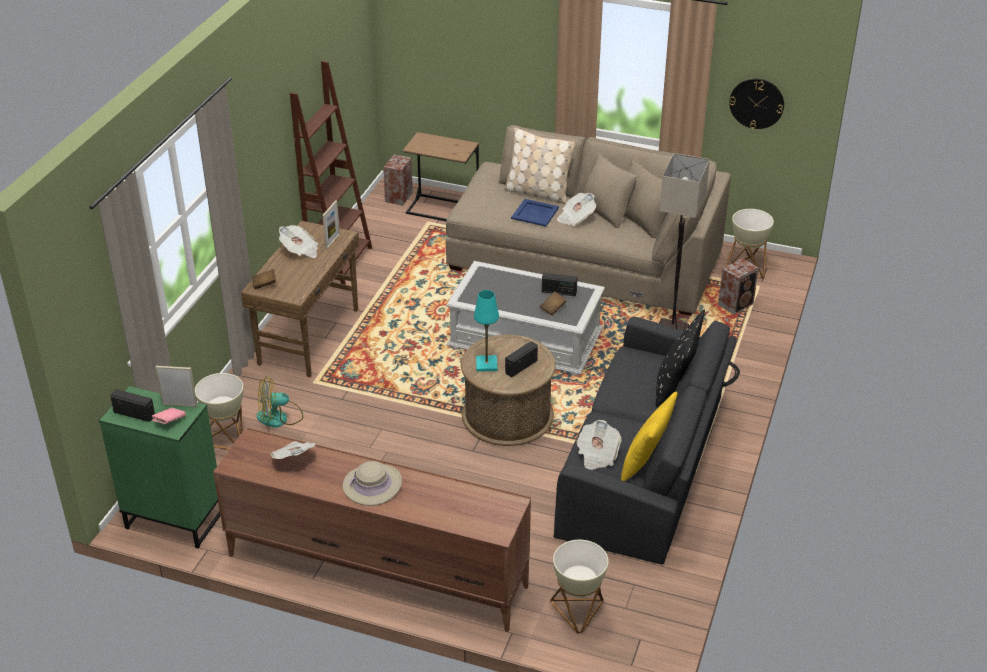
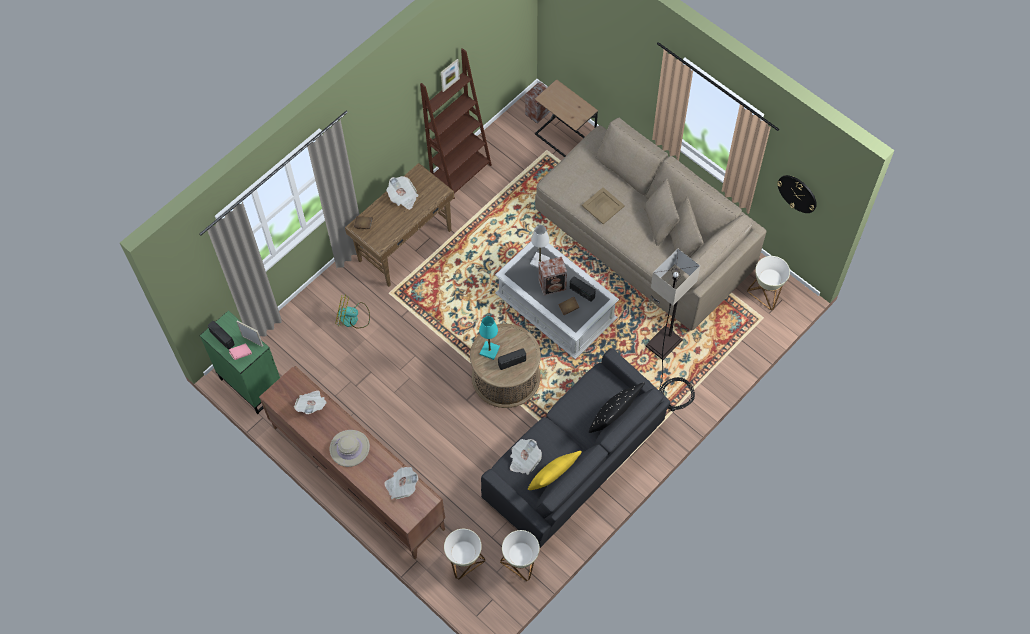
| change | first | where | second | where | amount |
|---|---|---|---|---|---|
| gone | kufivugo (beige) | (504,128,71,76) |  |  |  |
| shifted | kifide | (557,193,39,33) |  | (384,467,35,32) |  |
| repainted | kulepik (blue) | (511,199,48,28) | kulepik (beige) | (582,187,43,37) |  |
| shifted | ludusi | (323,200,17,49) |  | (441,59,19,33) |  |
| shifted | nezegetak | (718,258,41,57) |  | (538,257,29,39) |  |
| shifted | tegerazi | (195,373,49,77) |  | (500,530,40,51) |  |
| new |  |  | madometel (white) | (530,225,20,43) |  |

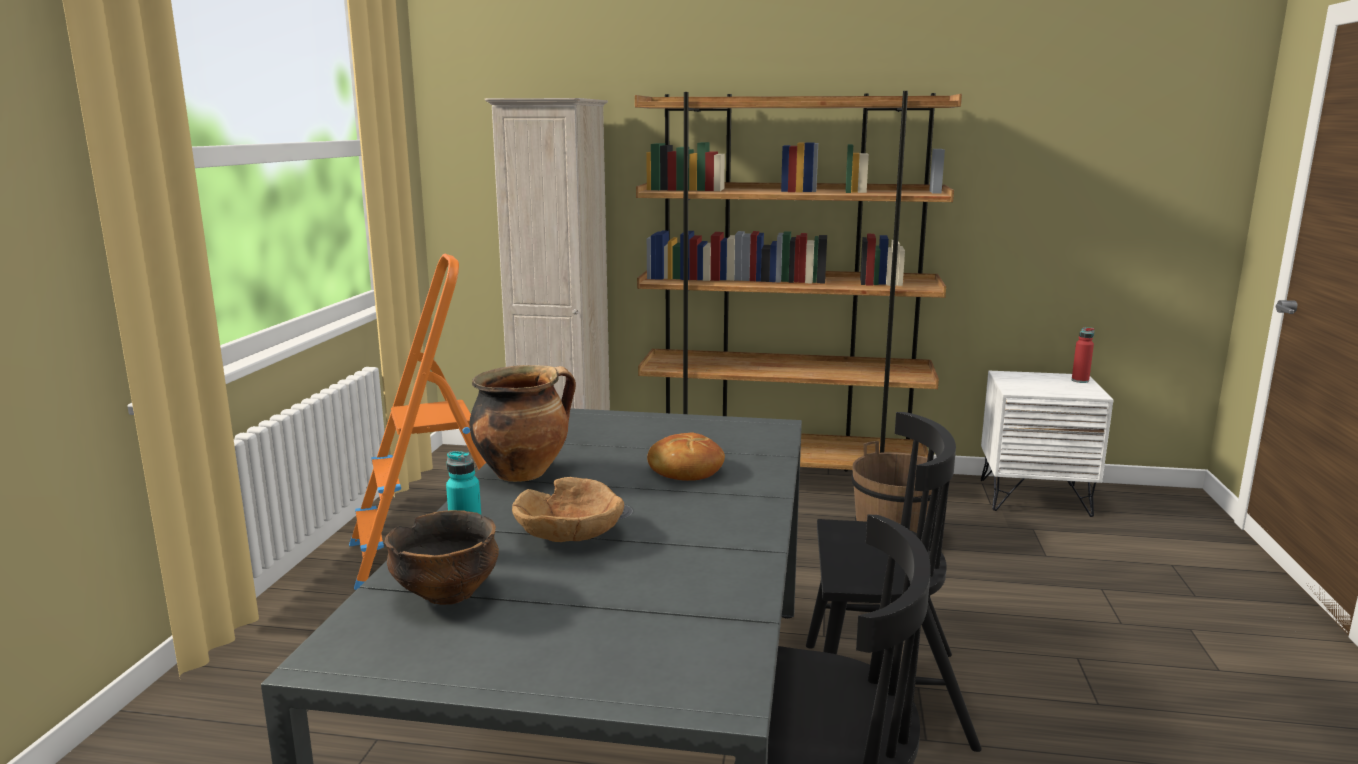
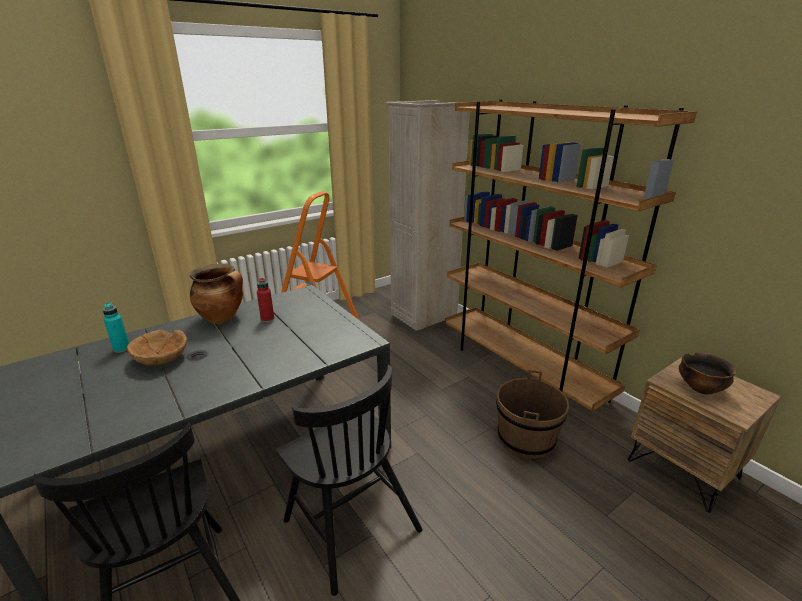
| change | first | where | second | where | amount |
|---|---|---|---|---|---|
| shifted | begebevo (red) | (1072,327,22,56) |  | (257,278,17,44) |  |
| repainted | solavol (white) | (981,371,133,146) | solavol (brown) | (627,357,154,156) |  |
| gone | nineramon | (647,433,78,48) |  |  |  |
| shifted | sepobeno | (385,510,114,95) |  | (679,352,57,43) |  |

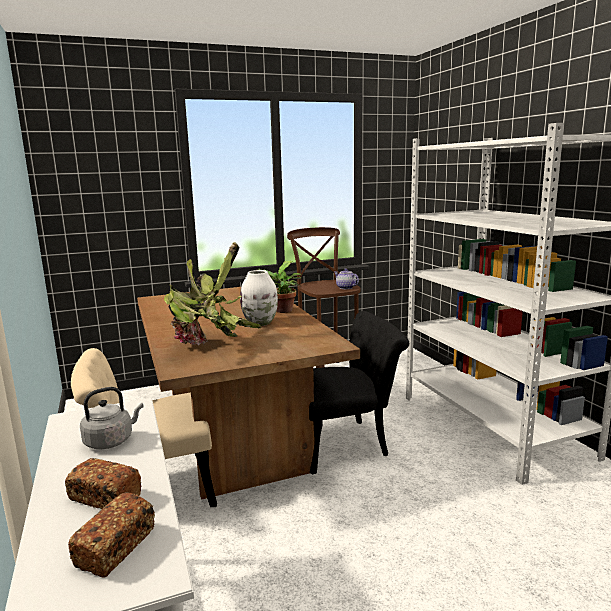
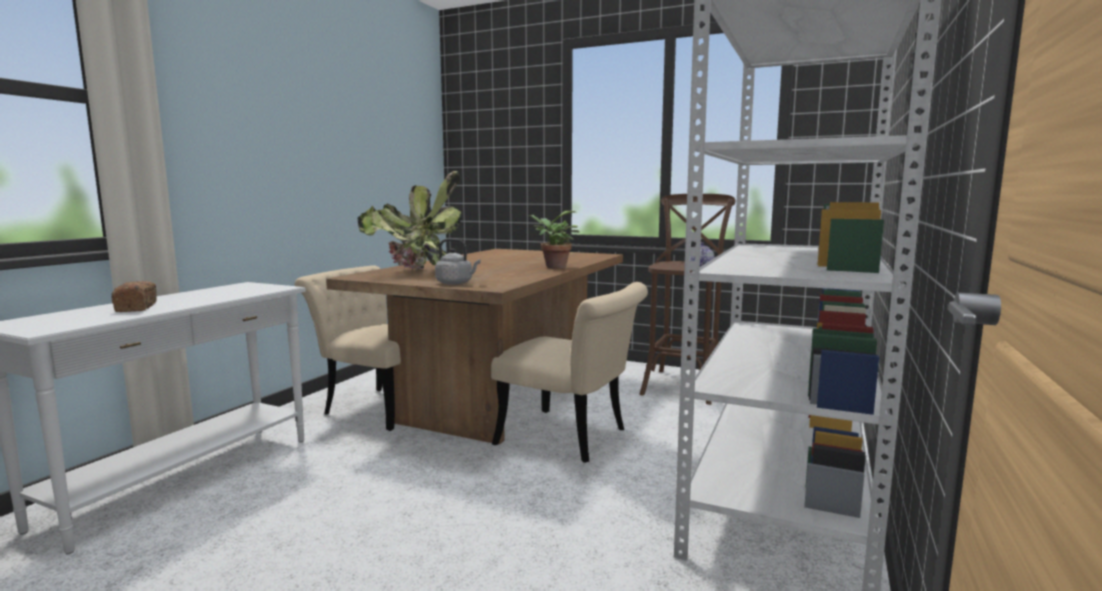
| change | first | where | second | where | amount |
|---|---|---|---|---|---|
| gone | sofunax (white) | (240,270,38,56) |  |  |  |
| repainted | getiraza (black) | (309,311,100,164) | getiraza (beige) | (491,282,157,181) |  |
| shifted | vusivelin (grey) | (80,387,64,62) |  | (435,238,45,47) |  |
| gone | nineramon | (68,492,87,86) |  |  |  |

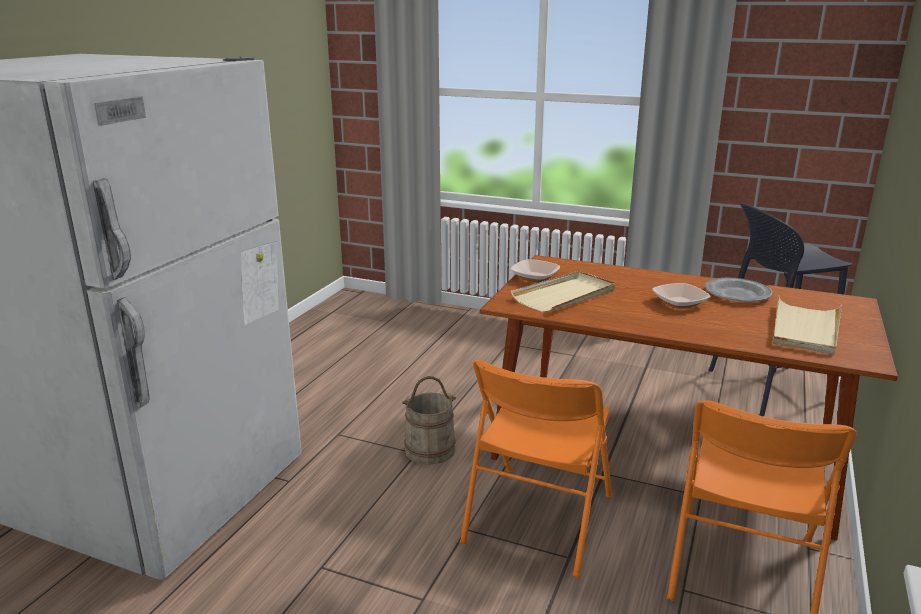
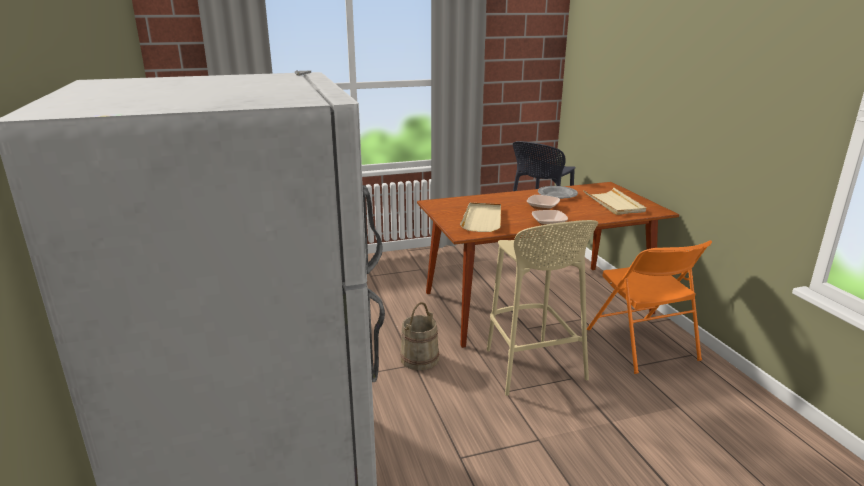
| change | first | where | second | where | amount |
|---|---|---|---|---|---|
| shifted | sepobeno | (510,259,50,23) |  | (532,210,36,15) |  |
| swapped | getiraza (orange) | (460,360,153,219) | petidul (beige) | (487,220,111,176) |  |

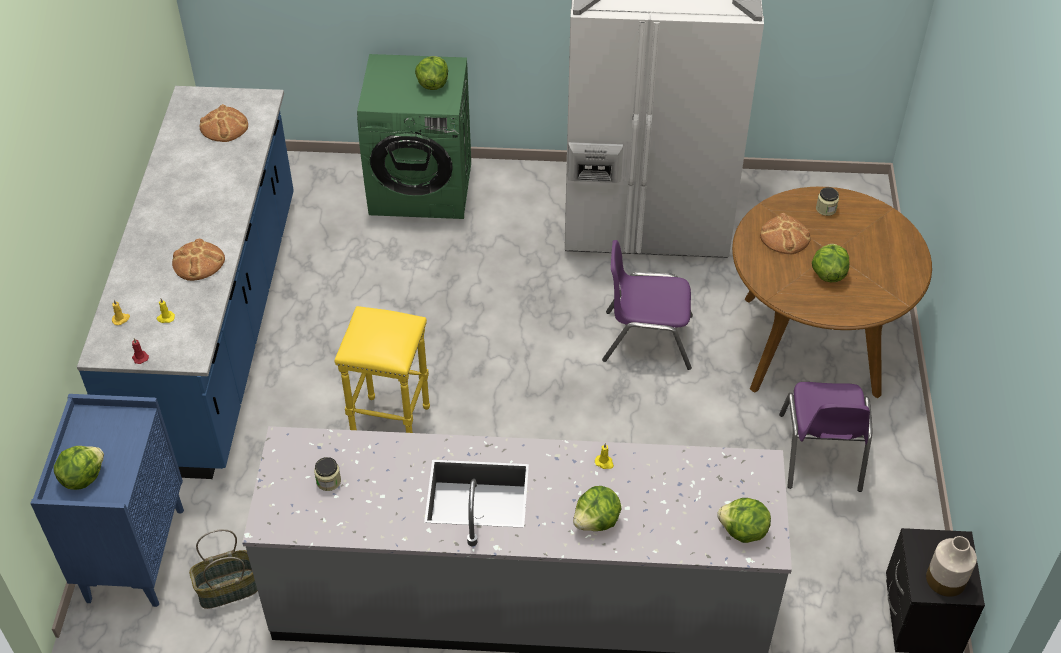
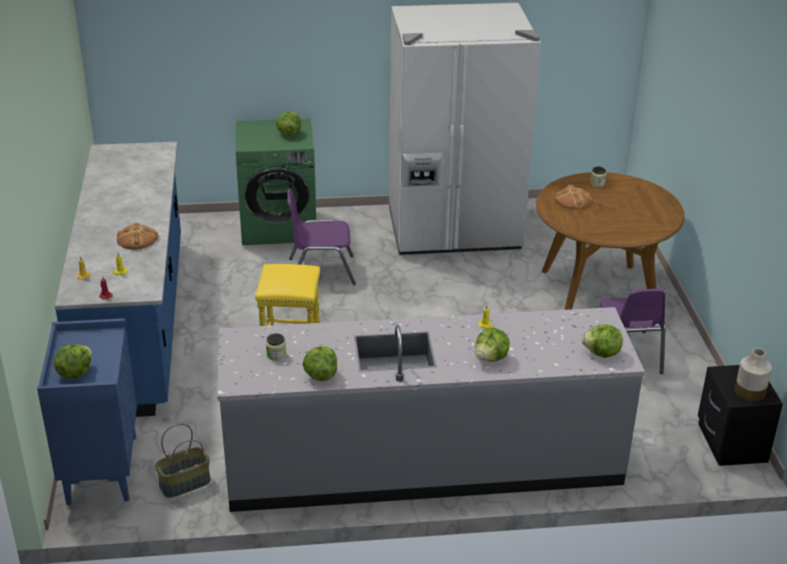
| change | first | where | second | where | amount |
|---|---|---|---|---|---|
| gone | nineramon | (200,104,48,38) |  |  |  |
| shifted | getiraza (purple) | (602,240,91,130) |  | (287,188,69,97) |  |
| shifted | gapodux | (812,244,37,38) |  | (302,346,35,35) |  |

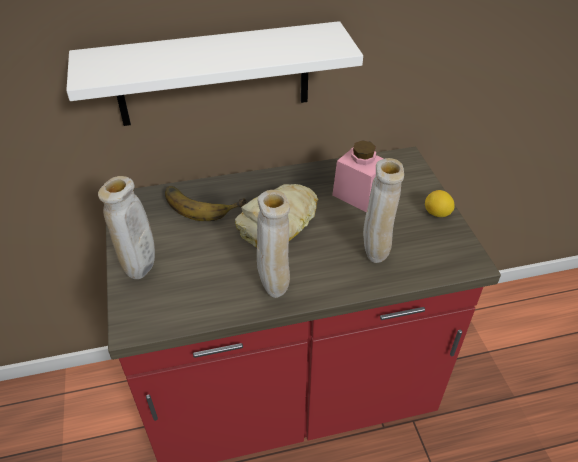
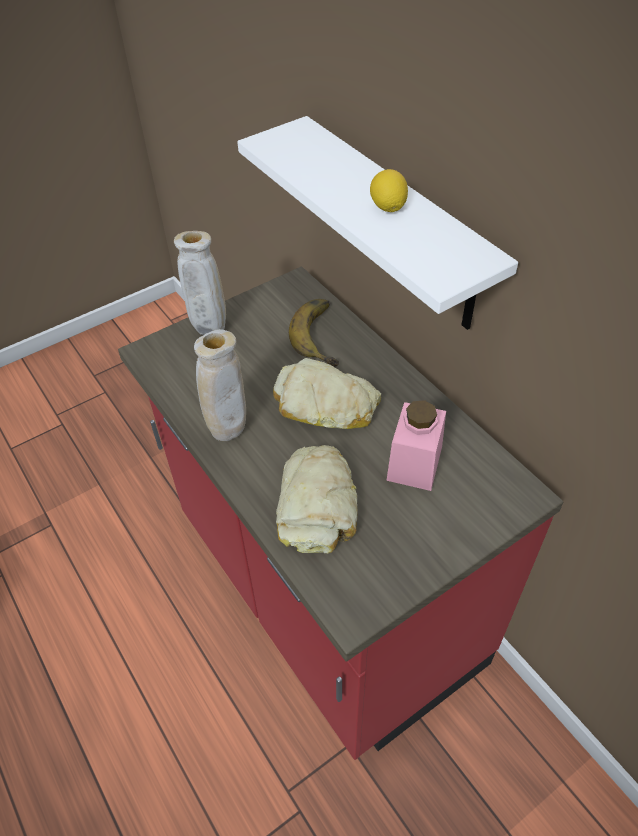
| change | first | where | second | where | amount |
|---|---|---|---|---|---|
| swapped | sofunax (beige) | (363,158,41,105) | nineramon | (276,445,81,108) |  |
| shifted | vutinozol | (425,190,30,27) |  | (370,169,38,43) |  |

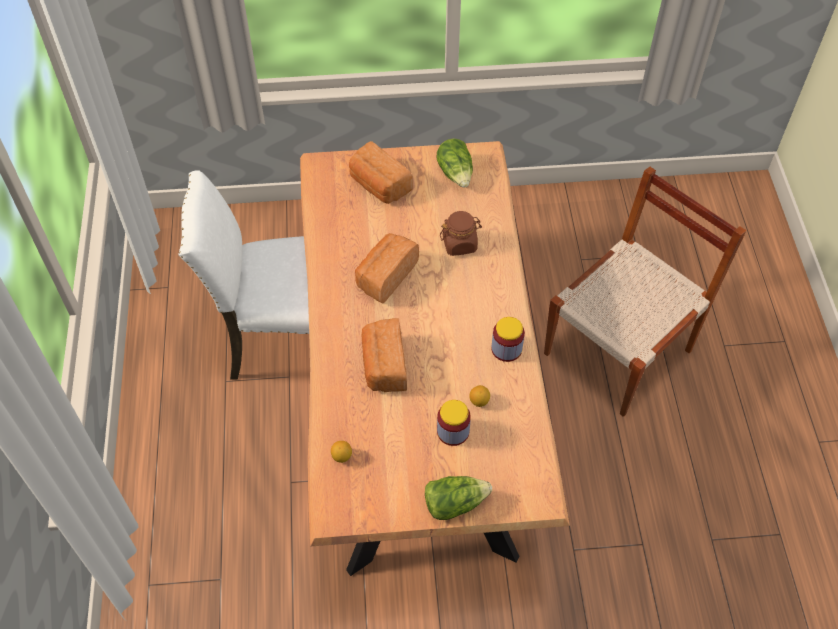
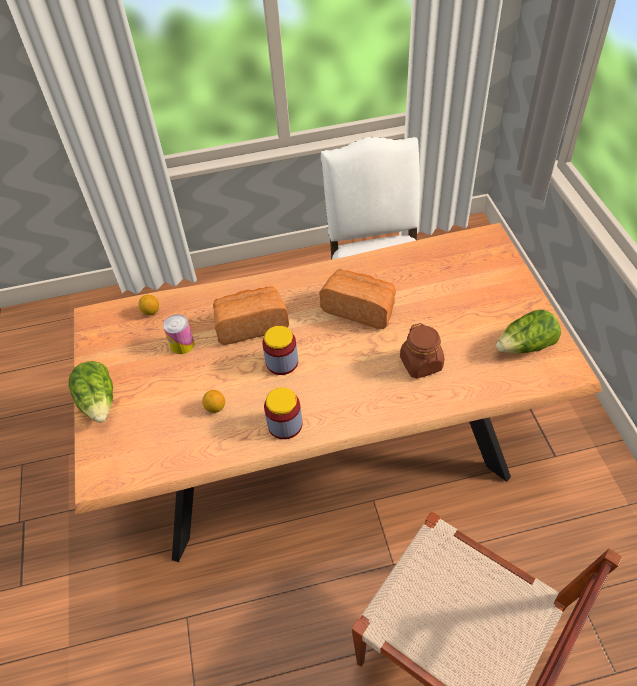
| change | first | where | second | where | amount |
|---|---|---|---|---|---|
| gone | nineramon | (349,141,64,63) |  |  |  |
| shifted | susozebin | (437,400,34,46) |  | (262,326,36,49) |  |
| new |  |  | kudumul | (163,314,32,40) |  |

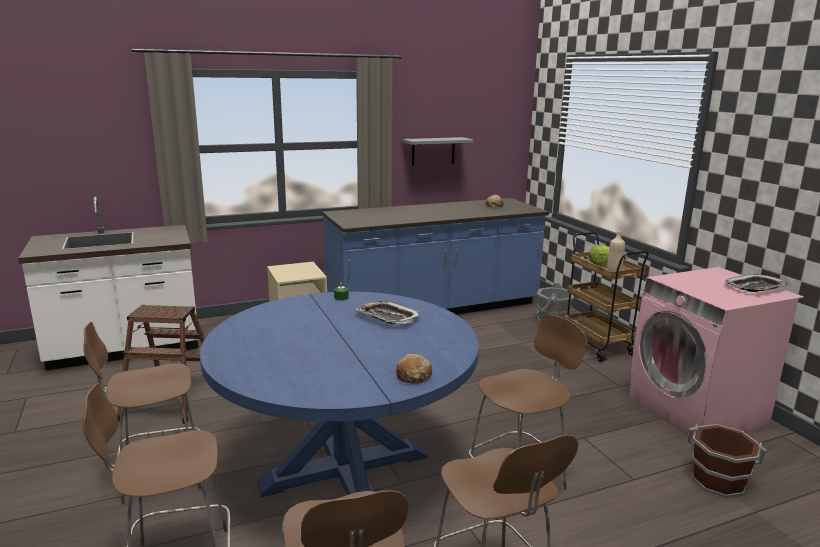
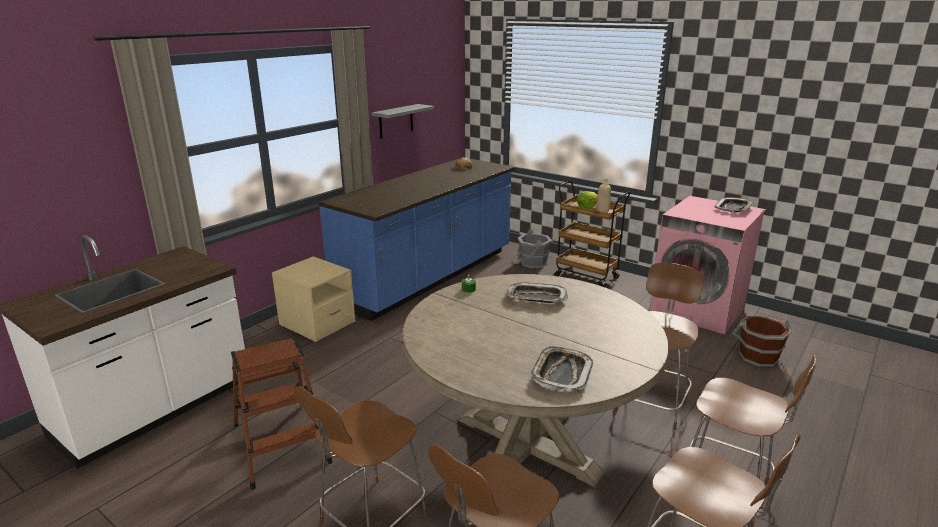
| change | first | where | second | where | amount |
|---|---|---|---|---|---|
| repainted | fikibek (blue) | (200,291,279,206) | fikibek (beige) | (402,274,266,214) |  |
| gone | nineramon | (396,354,36,30) |  |  |  |
| new |  |  | kulepik | (531,346,62,45) |  |

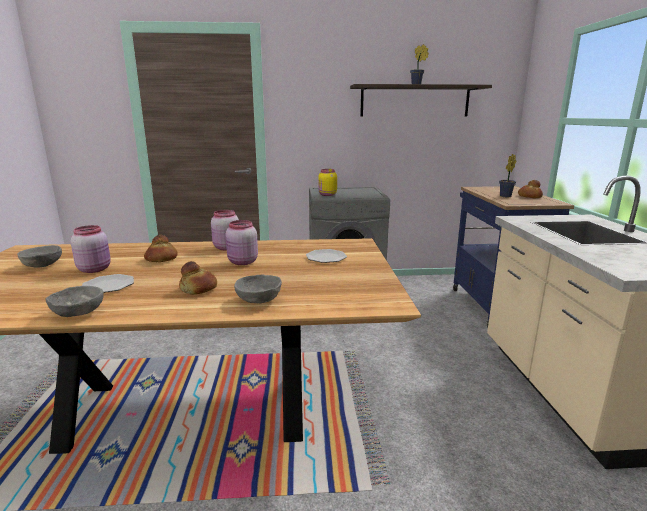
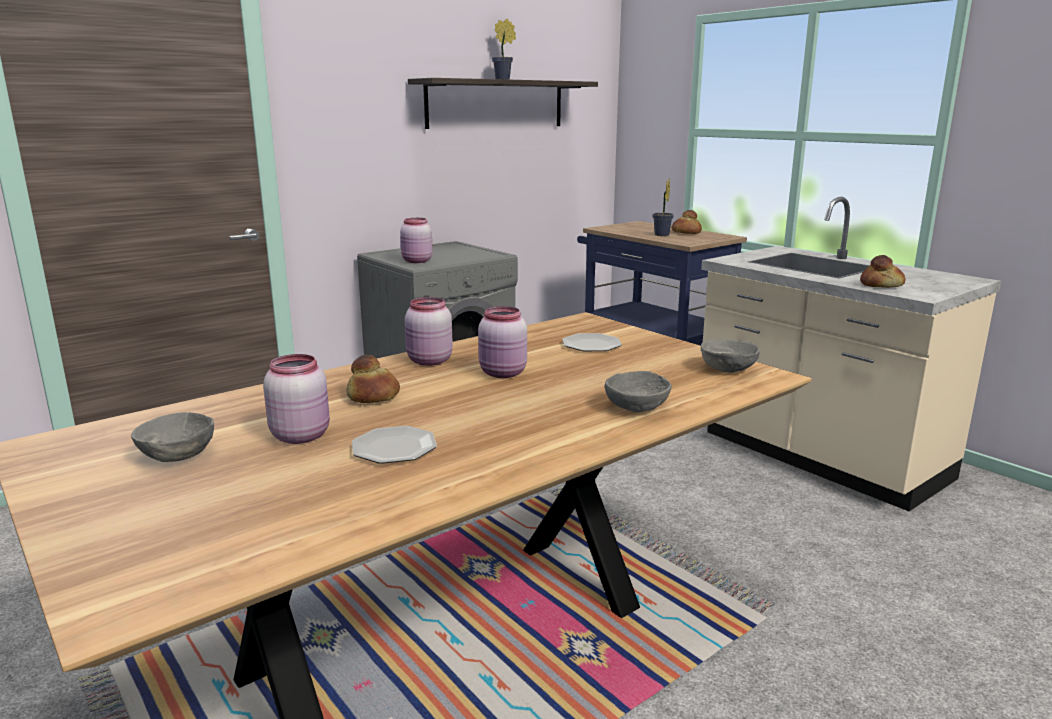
| change | first | where | second | where | amount |
|---|---|---|---|---|---|
| repainted | susozebin (yellow) | (318,169,19,27) | susozebin (pink) | (400,218,33,45) |  |
| shifted | nineramon | (179,261,38,33) |  | (860,255,46,33) |  |
| shifted | sepobeno (grey) | (46,286,58,31) |  | (701,339,59,34) |  |

